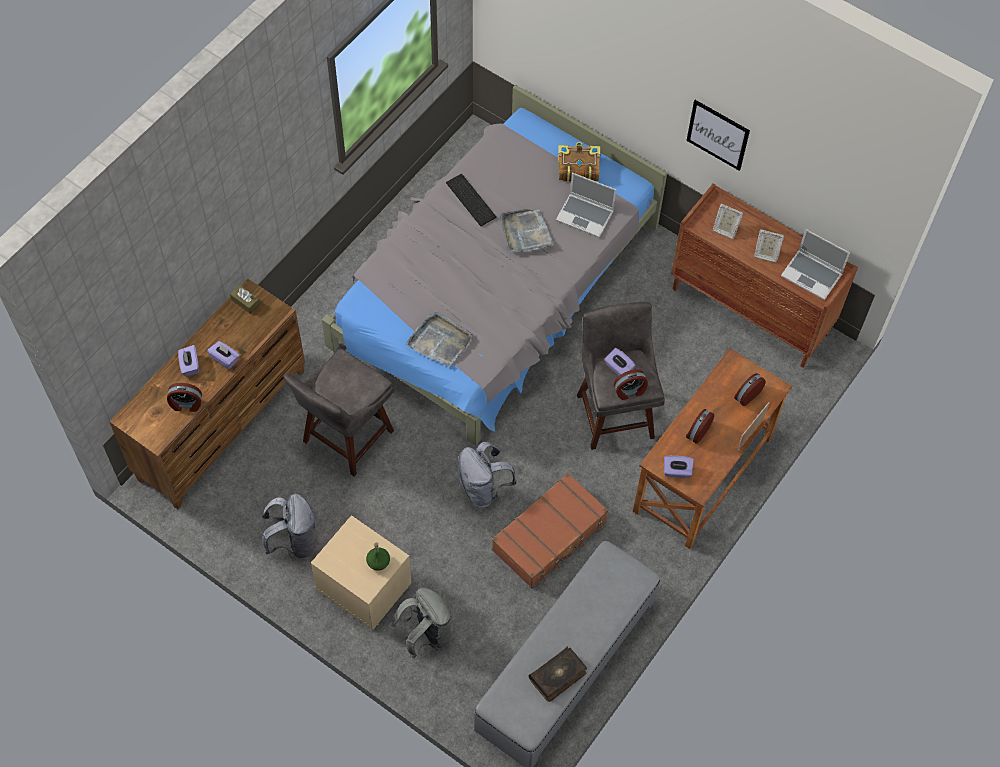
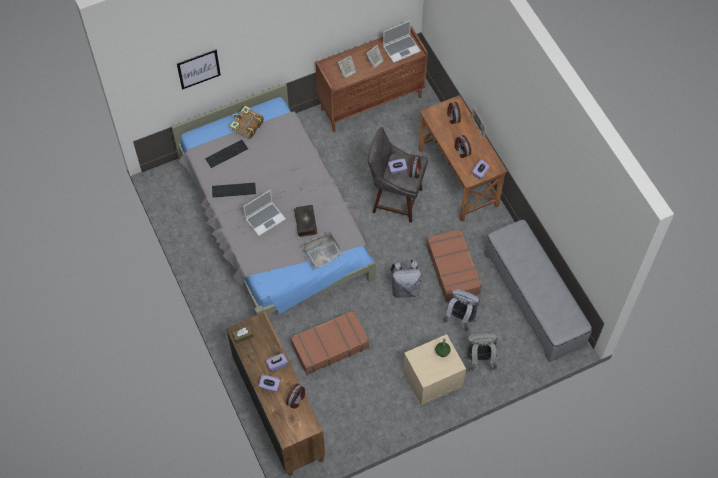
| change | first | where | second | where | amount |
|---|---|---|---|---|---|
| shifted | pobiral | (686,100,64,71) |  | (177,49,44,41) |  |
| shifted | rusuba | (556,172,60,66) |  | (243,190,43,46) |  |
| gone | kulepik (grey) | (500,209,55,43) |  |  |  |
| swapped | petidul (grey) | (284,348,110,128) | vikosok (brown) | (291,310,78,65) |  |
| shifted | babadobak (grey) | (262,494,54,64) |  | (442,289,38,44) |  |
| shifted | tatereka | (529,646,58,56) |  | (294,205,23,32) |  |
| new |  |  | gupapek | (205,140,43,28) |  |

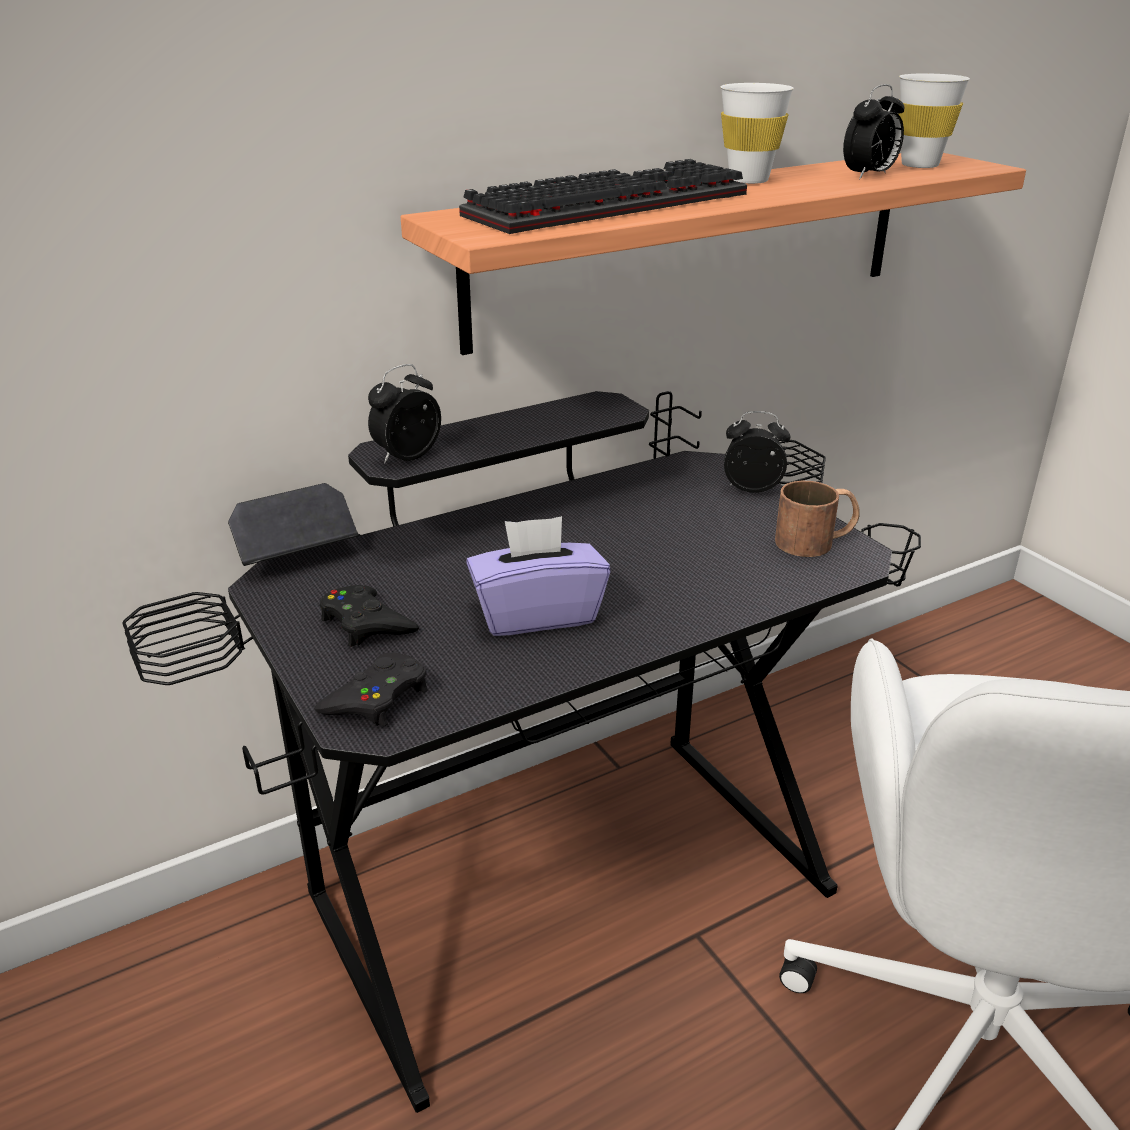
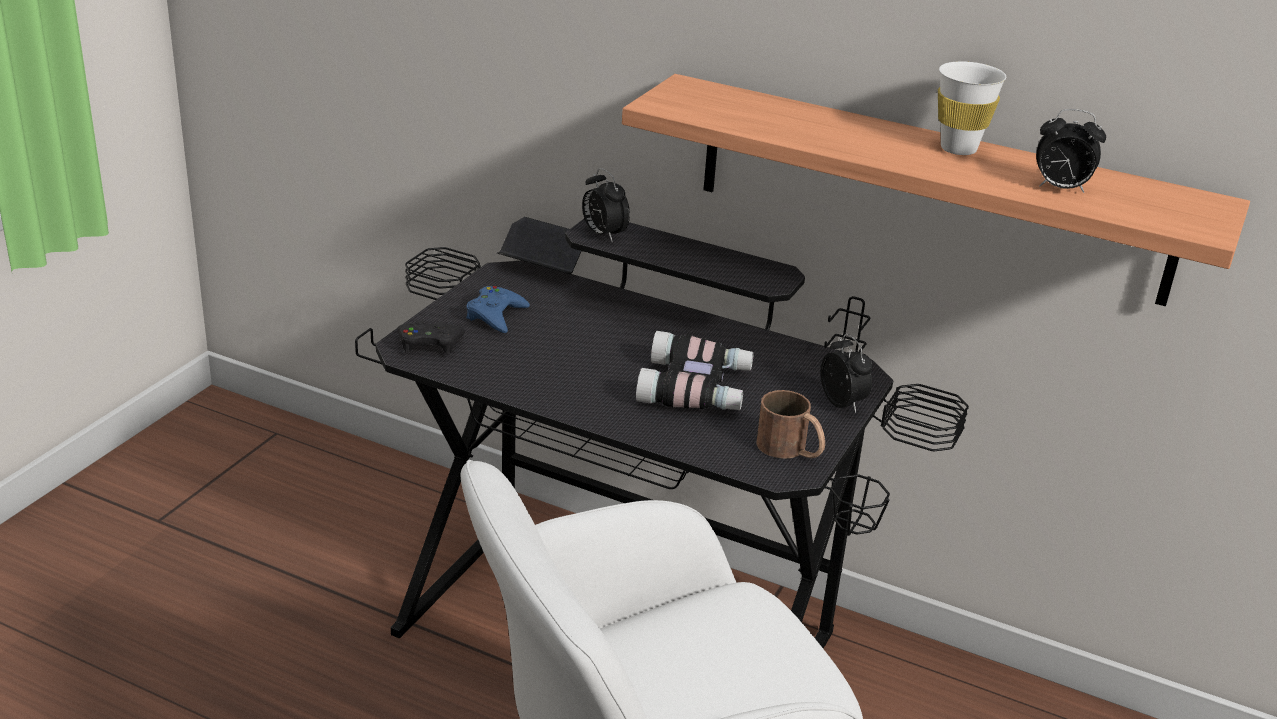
| change | first | where | second | where | amount |
|---|---|---|---|---|---|
| gone | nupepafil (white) | (898,73,72,95) |  |  |  |
| gone | gupapek | (459,159,288,75) |  |  |  |
| rotated | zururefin | (368,364,73,100) |  | (582,168,48,74) | 135 degrees counterclockwise |
| gone | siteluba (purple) | (466,516,145,120) |  |  |  |
| repainted | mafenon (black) | (320,585,99,62) | mafenon (blue) | (466,286,64,47) |  |
| new |  |  | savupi | (636,331,118,79) |  |

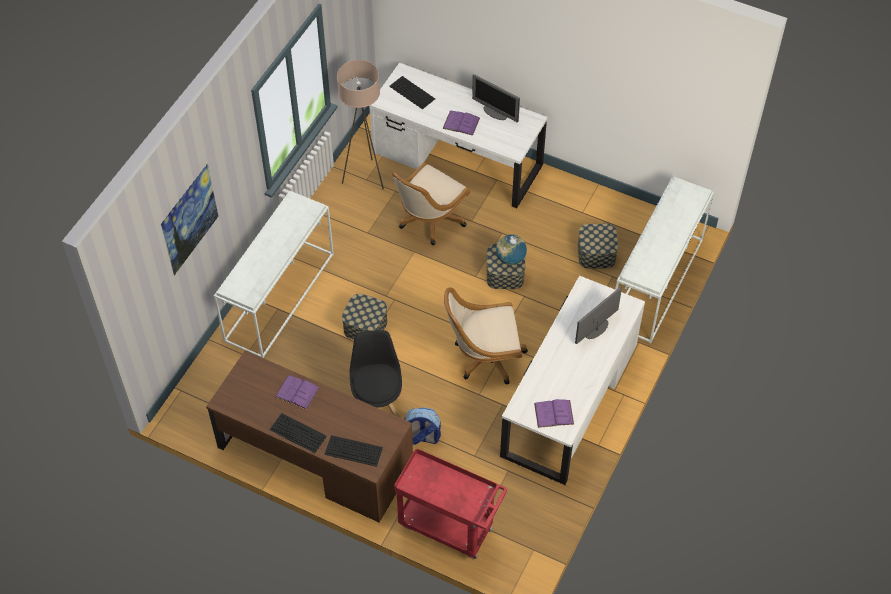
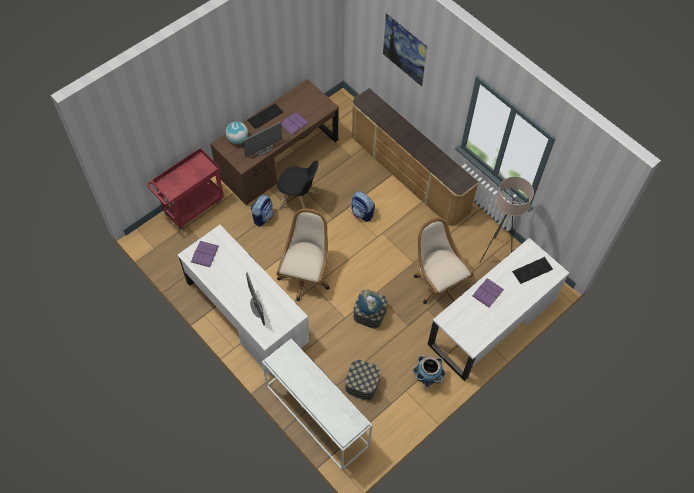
| change | first | where | second | where | amount |
|---|---|---|---|---|---|
| shifted | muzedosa | (472,74,48,48) |  | (243,122,39,35) |  |
| swapped | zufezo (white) | (214,191,120,167) | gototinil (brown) | (352,88,126,138) |  |
| swapped | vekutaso | (342,294,45,46) | babadobak | (352,191,23,31) |  |
| swapped | gupapek | (324,435,59,32) | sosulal | (225,121,23,23) |  |
| new |  |  | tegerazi | (412,355,34,33) |  |

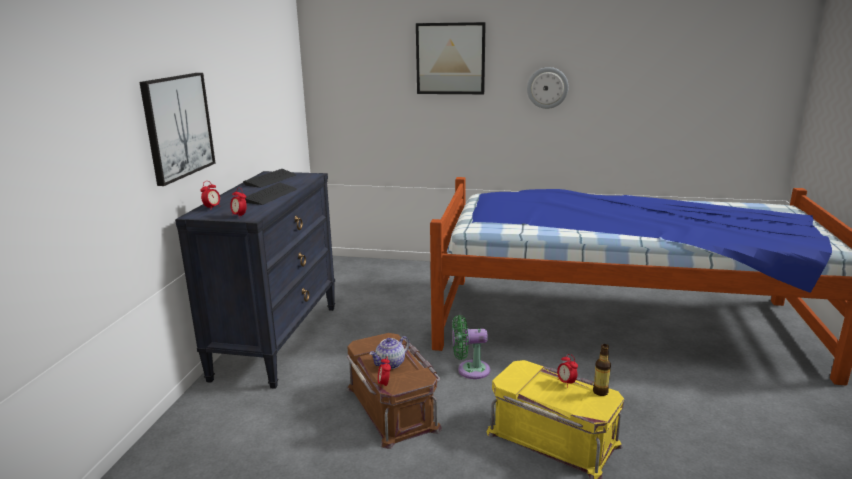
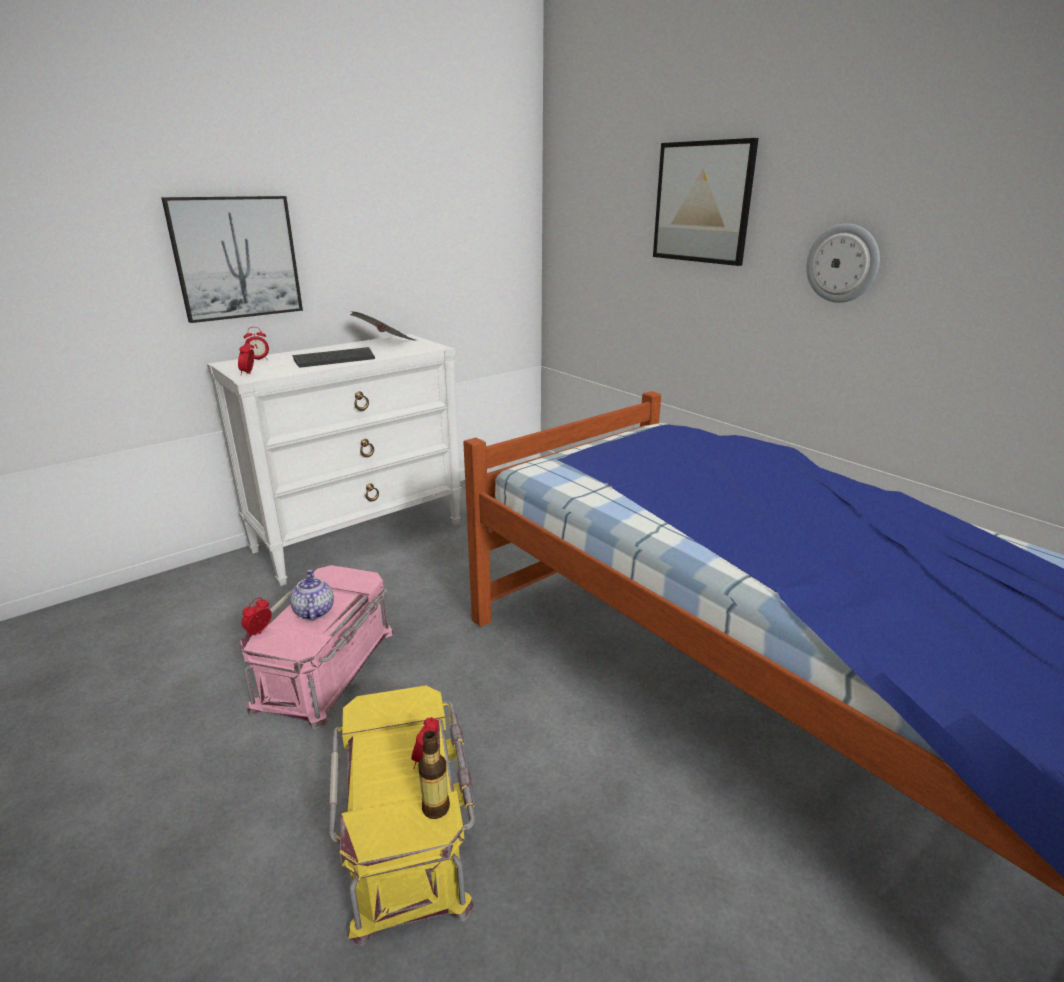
| change | first | where | second | where | amount |
|---|---|---|---|---|---|
| swapped | gupapek | (243,169,53,19) | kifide | (350,312,66,28) |  |
| repainted | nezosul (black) | (175,171,160,218) | nezosul (white) | (207,334,255,252) |  |
| gone | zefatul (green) | (452,315,38,64) |  |  |  |
| repainted | vekutaso (brown) | (347,333,95,116) | vekutaso (pink) | (240,565,155,165) |  |
| rotated | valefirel | (369,336,40,33) |  | (290,570,44,51) | 75 degrees clockwise |

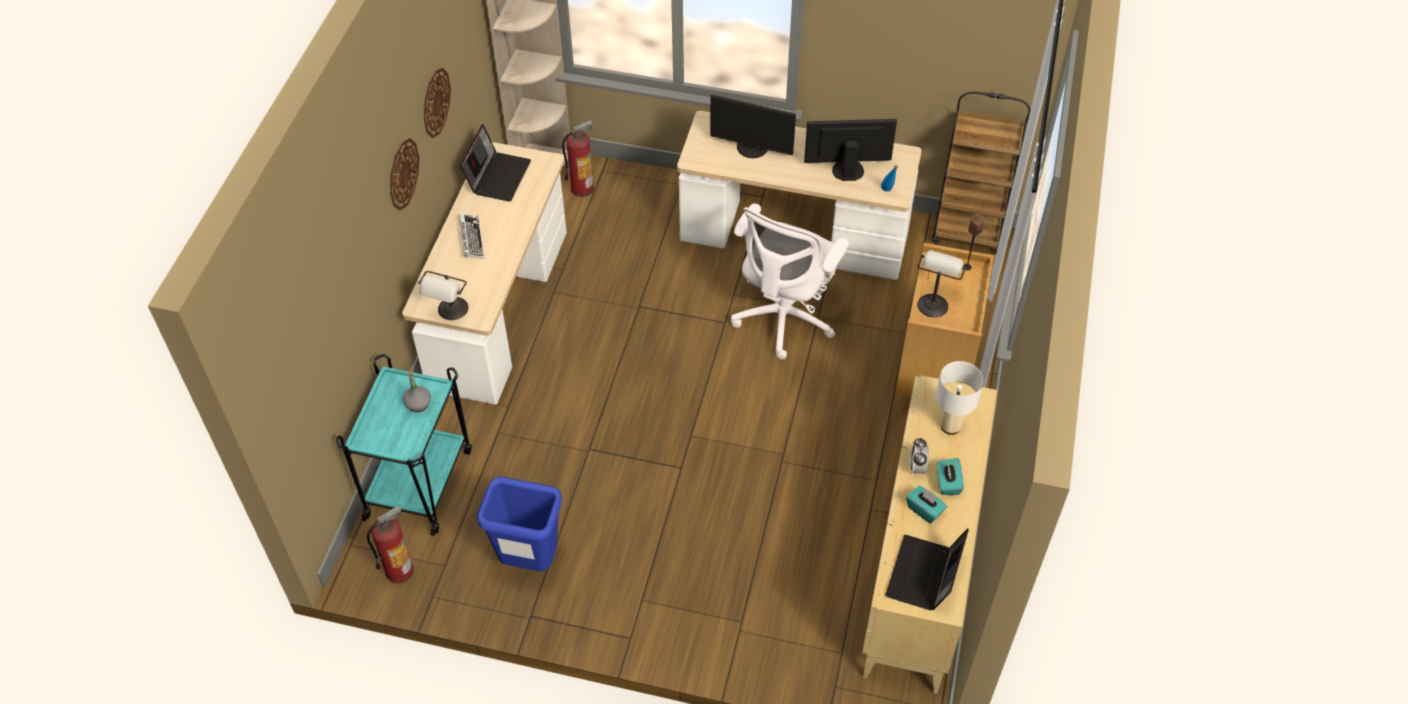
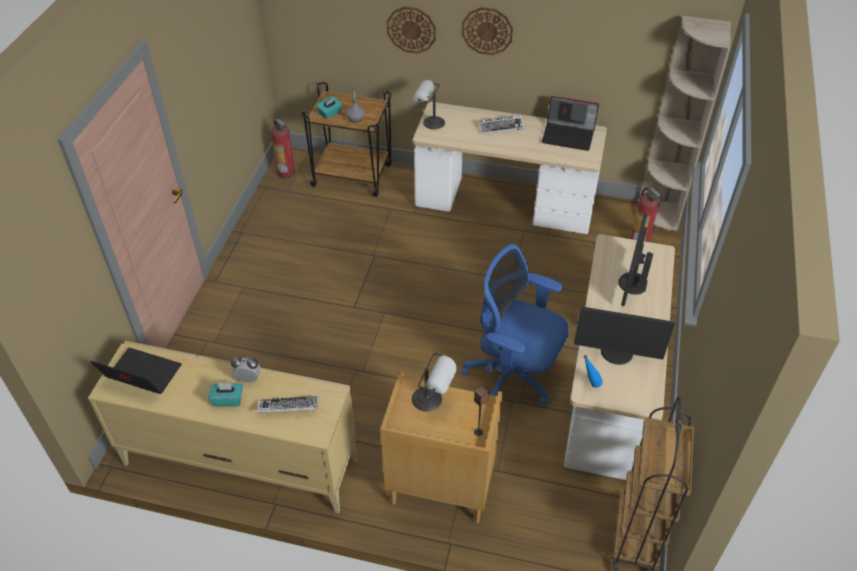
| change | first | where | second | where | amount |
|---|---|---|---|---|---|
| shifted | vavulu | (424,68,27,70) |  | (387,7,49,47) |  |
| rotated | muzedosa | (804,119,93,62) |  | (574,307,101,58) | 105 degrees clockwise |
| repainted | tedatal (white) | (731,204,118,156) | tedatal (blue) | (462,244,107,161) |  |
| repainted | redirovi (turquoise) | (336,354,136,182) | redirovi (brown) | (301,82,91,115) |  |
| swapped | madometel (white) | (936,361,47,74) | gupapek | (257,396,61,19) |  |
| gone | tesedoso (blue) | (477,477,85,94) |  |  |  |
| shifted | siteluba (turquoise) | (906,486,41,38) |  | (316,96,26,23) |  |

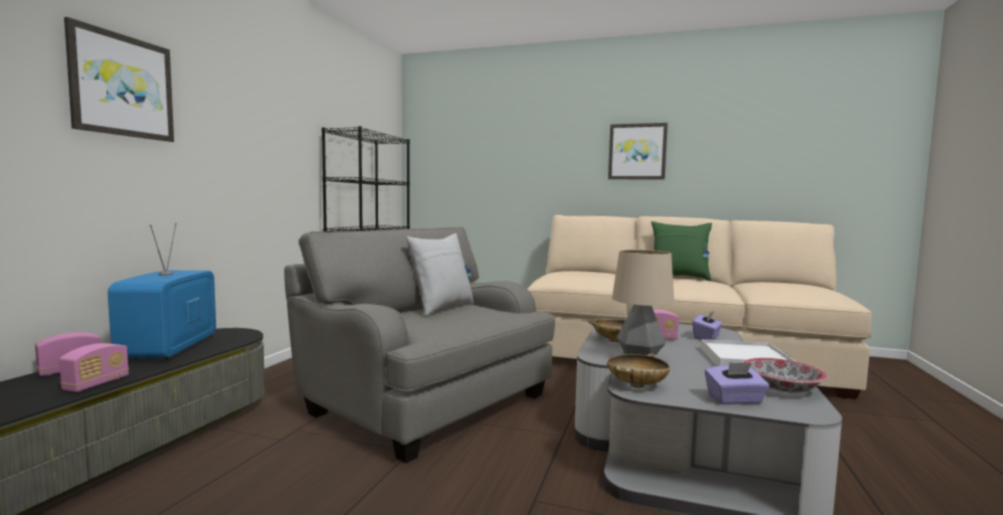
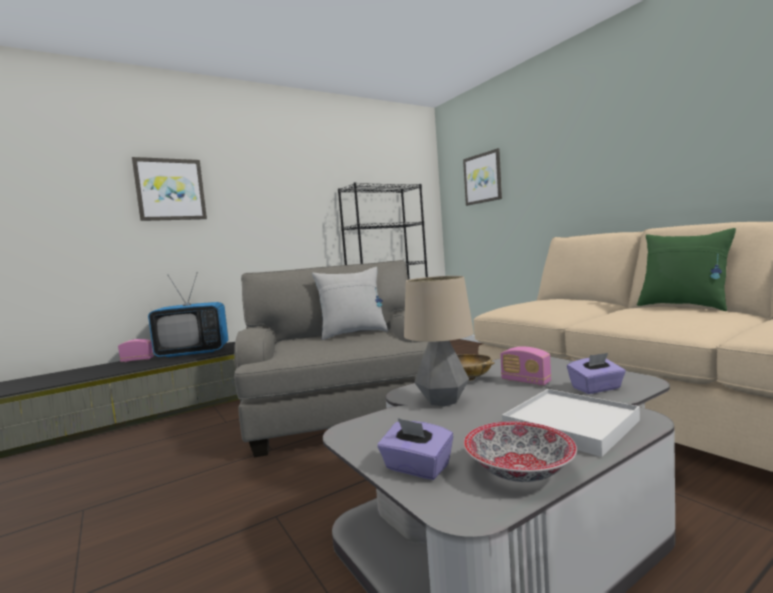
| change | first | where | second | where | amount |
|---|---|---|---|---|---|
| shifted | pobiral | (608,123,60,56) |  | (463,148,39,58) |  |
| rotated | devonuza | (108,223,108,137) |  | (148,272,80,86) | 135 degrees counterclockwise |
| gone | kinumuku | (59,343,70,49) |  |  |  |
| gone | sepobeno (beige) | (607,354,63,34) |  |  |  |

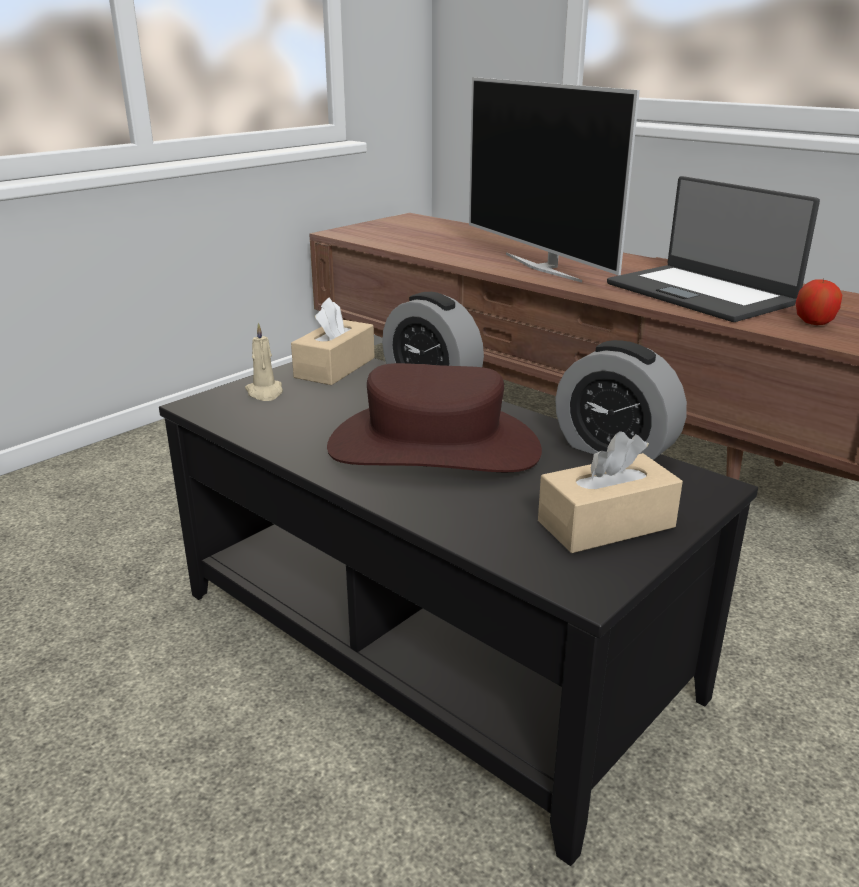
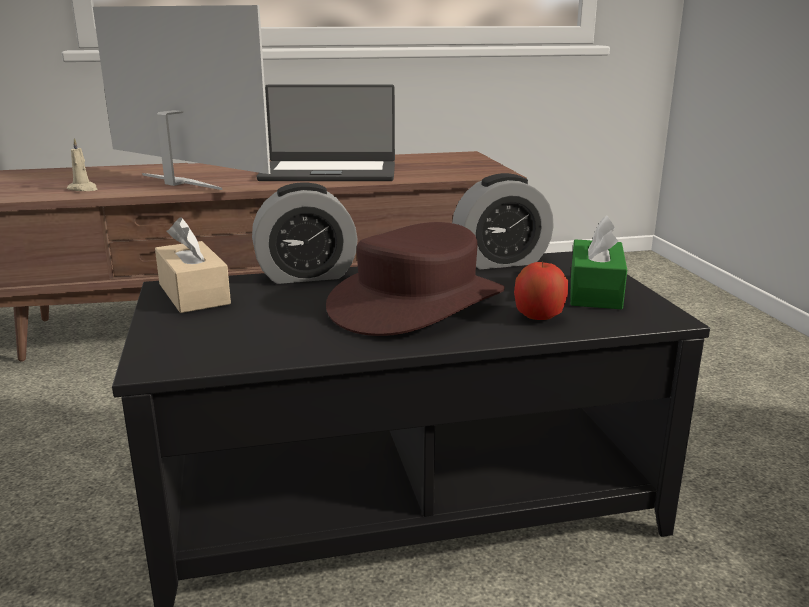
| change | first | where | second | where | amount |
|---|---|---|---|---|---|
| rotated | devonuza | (469,77,171,205) |  | (93,5,177,185) | 150 degrees counterclockwise |
| shifted | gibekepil | (796,278,46,47) |  | (514,261,54,59) |  |
| shifted | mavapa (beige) | (245,323,38,78) |  | (66,138,32,53) |  |
| repainted | siteluba (beige) | (538,431,145,122) | siteluba (green) | (570,215,57,94) |  |

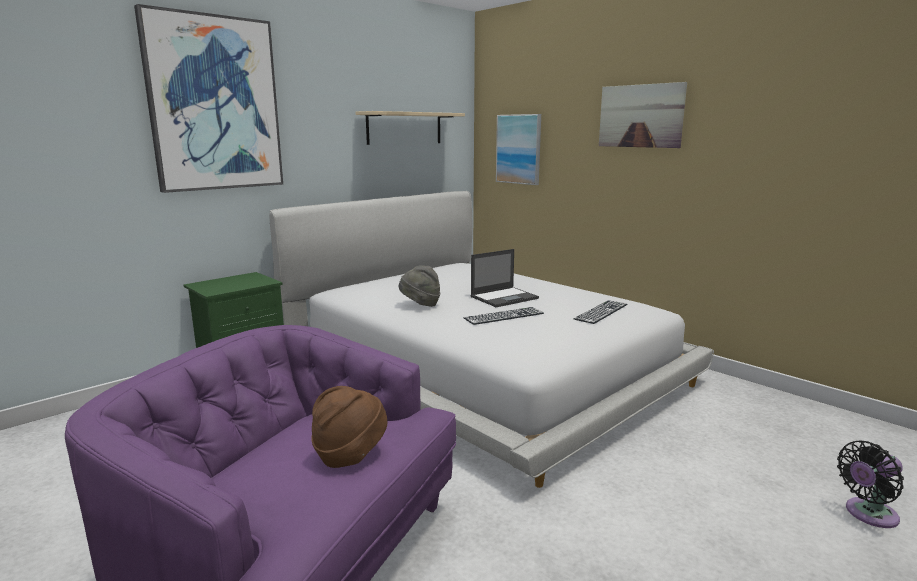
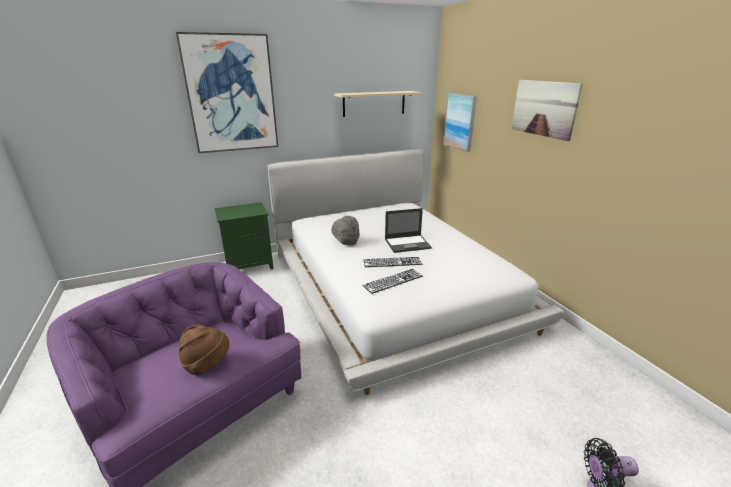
| change | first | where | second | where | amount |
|---|---|---|---|---|---|
| shifted | gupapek | (574,300,53,24) |  | (362,269,61,25) |  |

